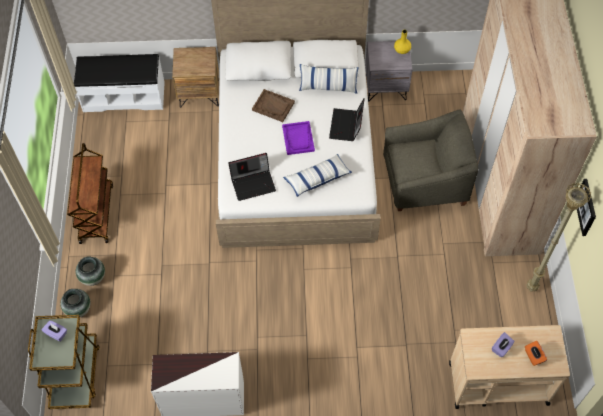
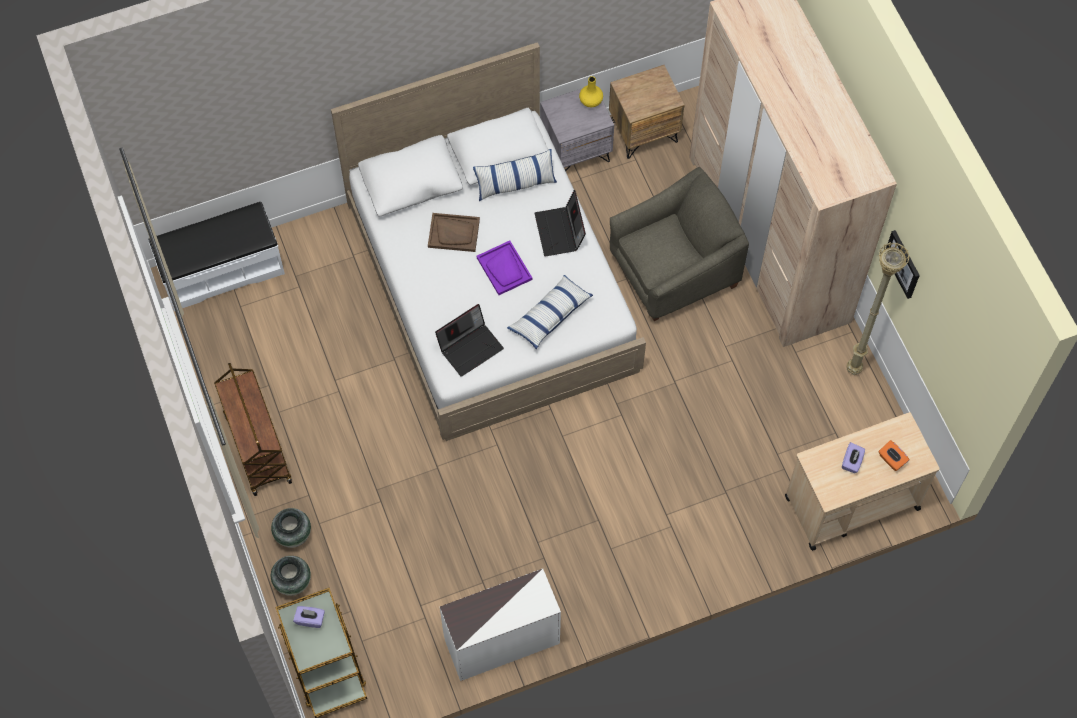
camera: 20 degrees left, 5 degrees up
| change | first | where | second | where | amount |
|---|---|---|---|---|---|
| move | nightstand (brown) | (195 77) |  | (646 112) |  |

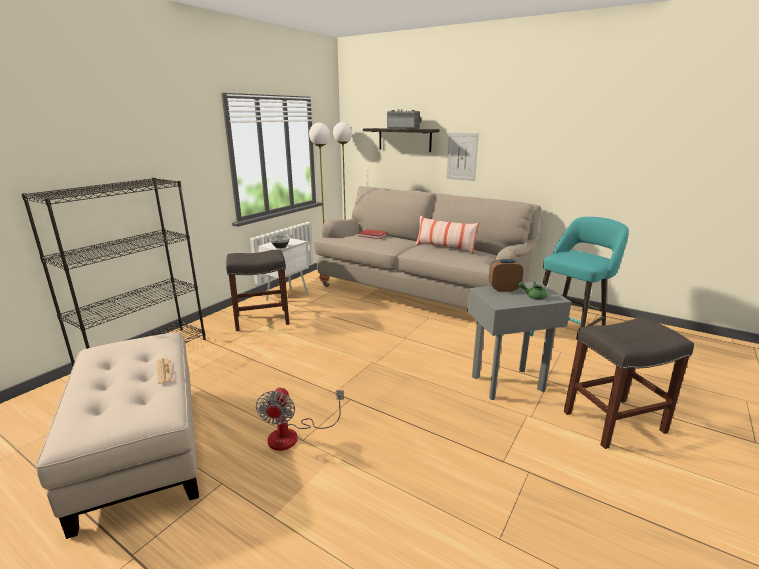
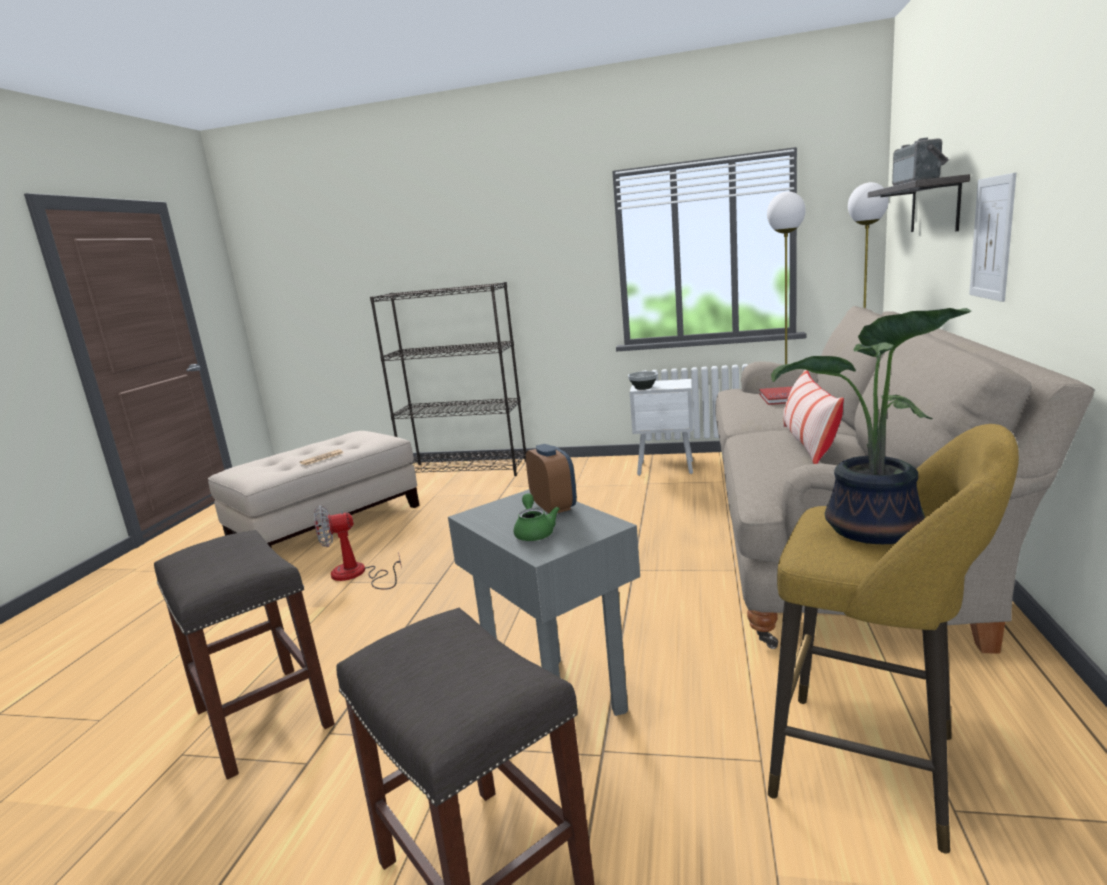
camera: 70 degrees right, 5 degrees down
| change | first | where | second | where | amount |
|---|---|---|---|---|---|
| recolor | stool (turquoise) | (579 276) | stool (yellow) | (893 639) |  |
| move | stool (grey) | (257 290) |  | (244 655) |  |
| insert |  |  | potted plant | (871 426) |  |

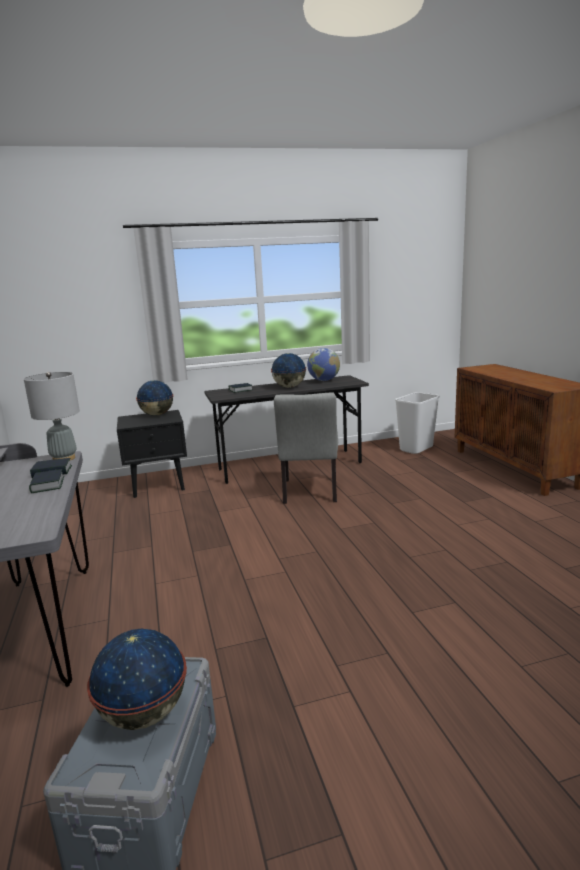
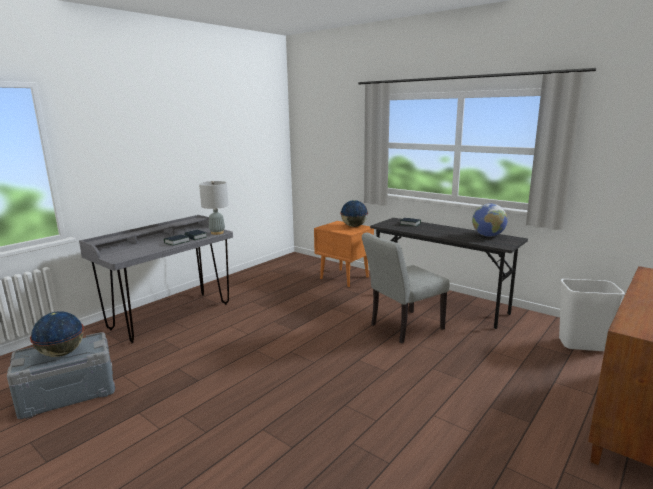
camera: 55 degrees right, 0 degrees up
| change | first | where | second | where | amount |
|---|---|---|---|---|---|
| delete | globe | (288 370) |  |  |  |
| recolor | nightstand (black) | (152 454) | nightstand (orange) | (344 254) |  |

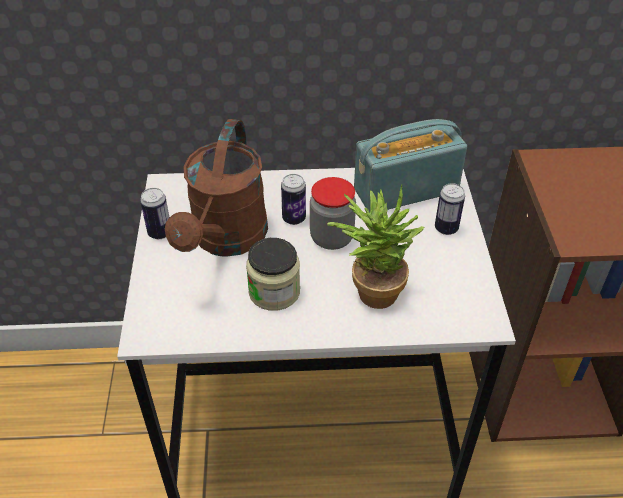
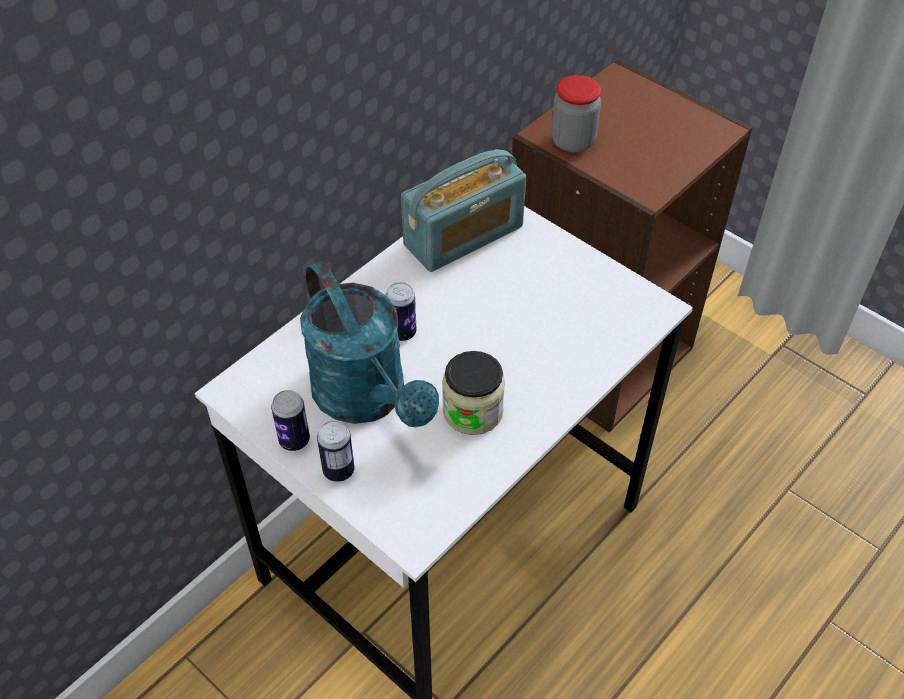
camera: 45 degrees left, 5 degrees up
| change | first | where | second | where | amount |
|---|---|---|---|---|---|
| recolor | watering can (brown) | (216 188) | watering can (turquoise) | (369 344) |  |
| rotate | radio | (410 165) |  | (463 210) | 150 degrees counterclockwise |
| move | jar | (333 213) |  | (576 114) |  |
| move | can | (450 209) |  | (335 451) |  |
| delete | potted plant | (375 247) |  |  |  |

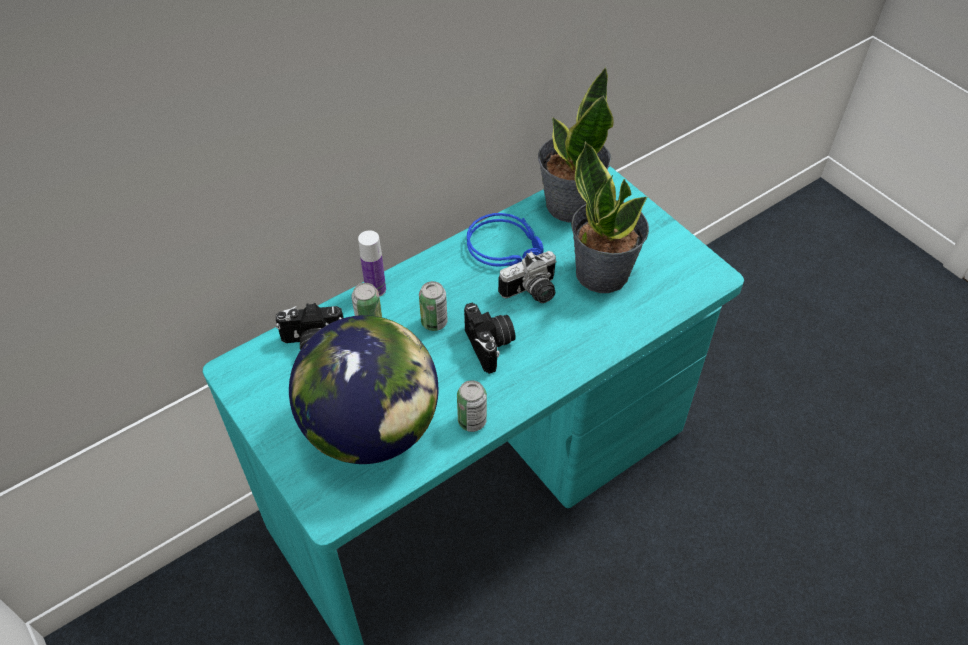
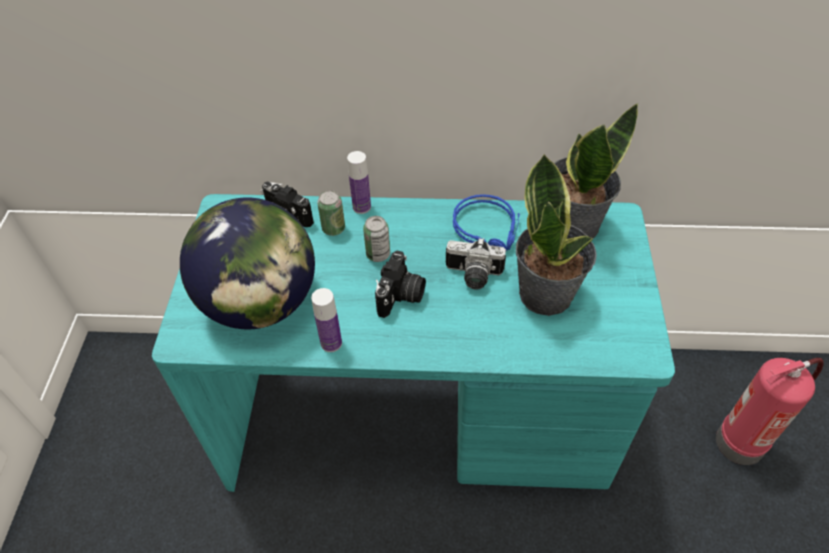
camera: 40 degrees right, 0 degrees up
| change | first | where | second | where | amount |
|---|---|---|---|---|---|
| replace | can | (472 406) | bottle | (326 320) |  |
| insert |  |  | fire extinguisher | (770 411) |  |

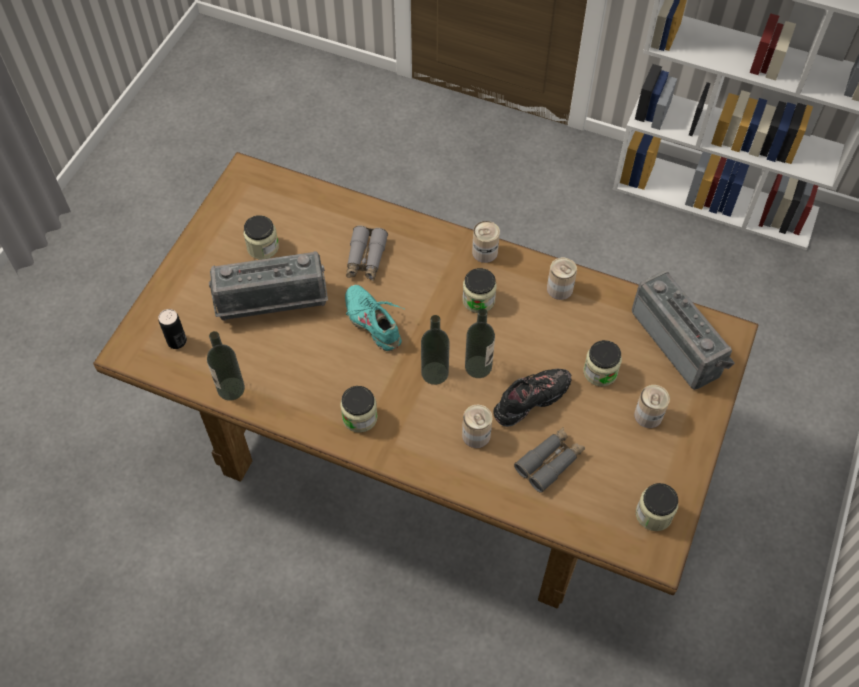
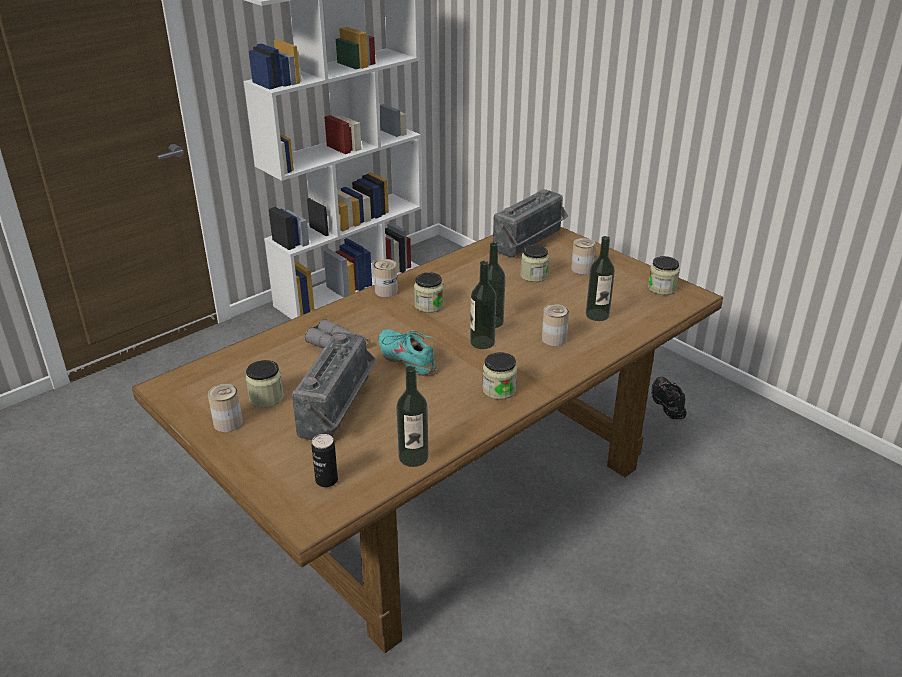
camera: 65 degrees left, 25 degrees down
| change | first | where | second | where | amount |
|---|---|---|---|---|---|
| move | can | (562 279) |  | (225 408) |  |
| rotate | radio | (683 330) |  | (530 223) | 135 degrees clockwise |
| rotate | shoe (turquoise) | (374 317) |  | (407 352) | 60 degrees clockwise |
| move | shoe (black) | (532 398) |  | (669 398) |  |
| replace | binoculars (grey) | (549 460) | bottle | (600 278) |  |

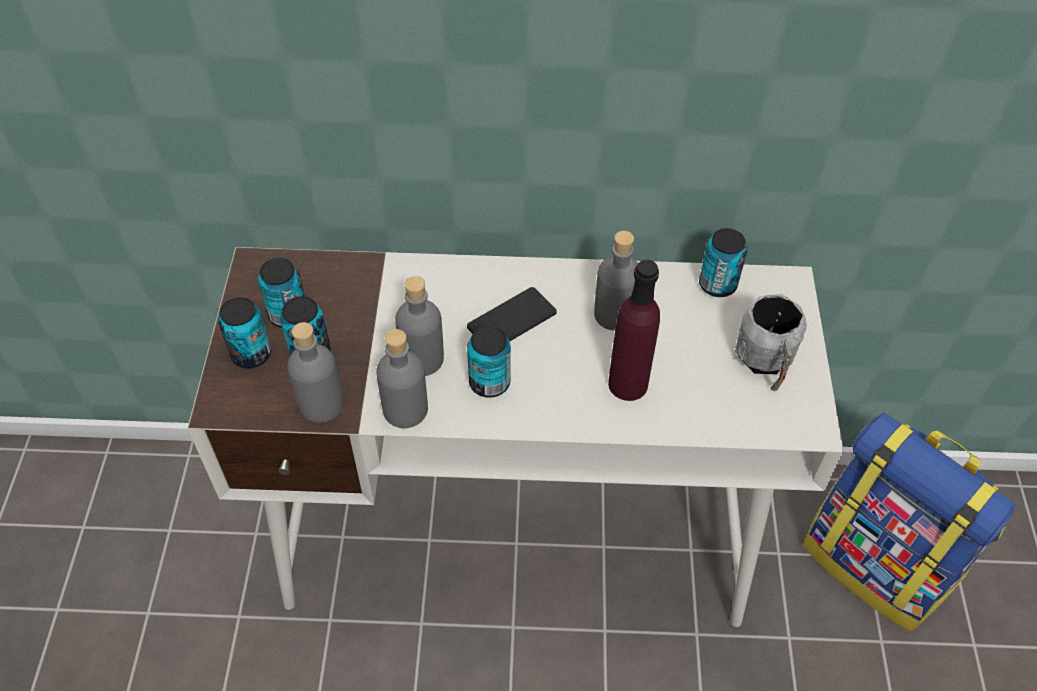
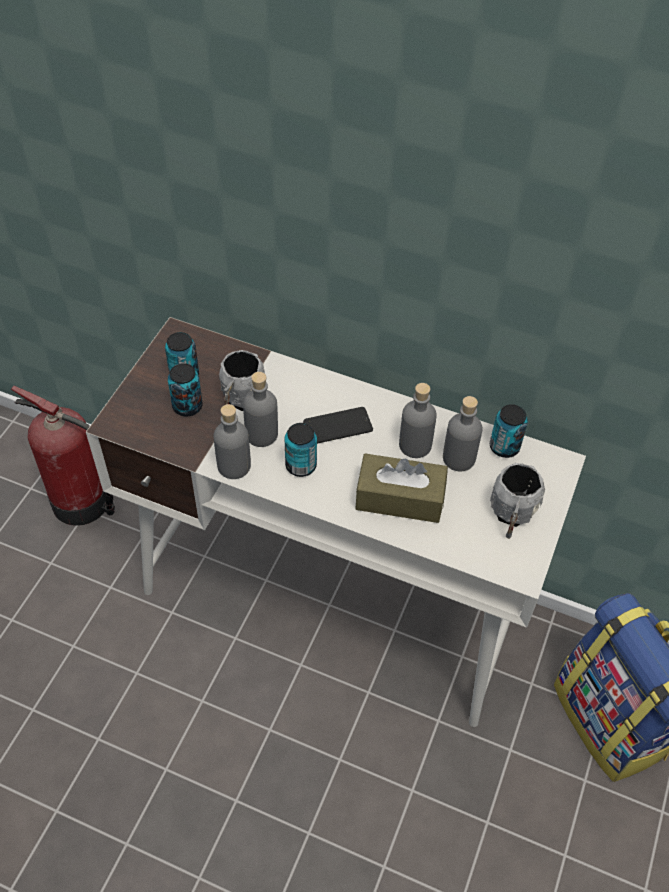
camera: 20 degrees right, 0 degrees up
| change | first | where | second | where | amount |
|---|---|---|---|---|---|
| replace | bottle (purple) | (634 330) | tissue box (brown) | (401 488) |  |
| delete | can | (245 332) |  |  |  |
| move | bottle (grey) | (315 372) |  | (462 433) |  |
| insert |  |  | mug (grey) | (242 380) |  |
| insert |  |  | fire extinguisher | (63 456) |  |

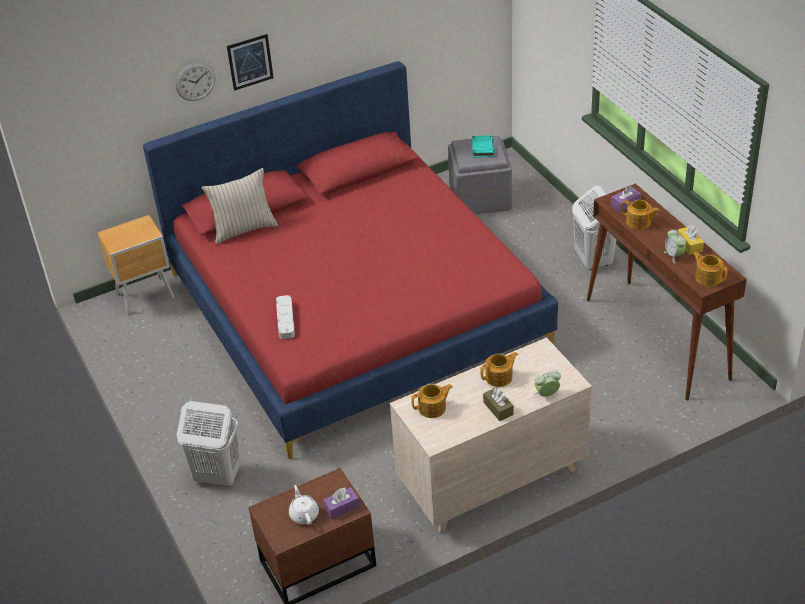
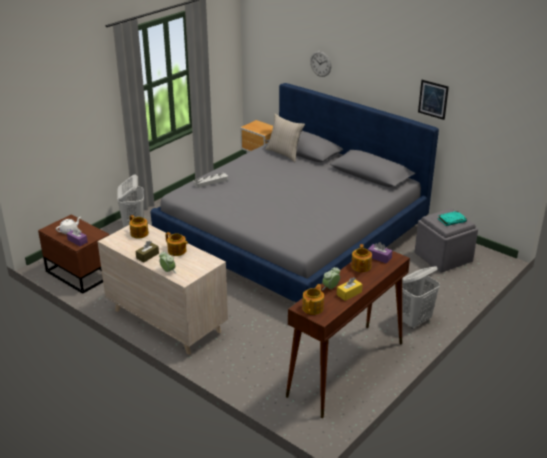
camera: 65 degrees right, 10 degrees down
| change | first | where | second | where | amount |
|---|---|---|---|---|---|
| move | picture | (250 62) |  | (433 100) |  |
| recolor | bed (red) | (350 260) | bed (grey) | (294 193) |  |

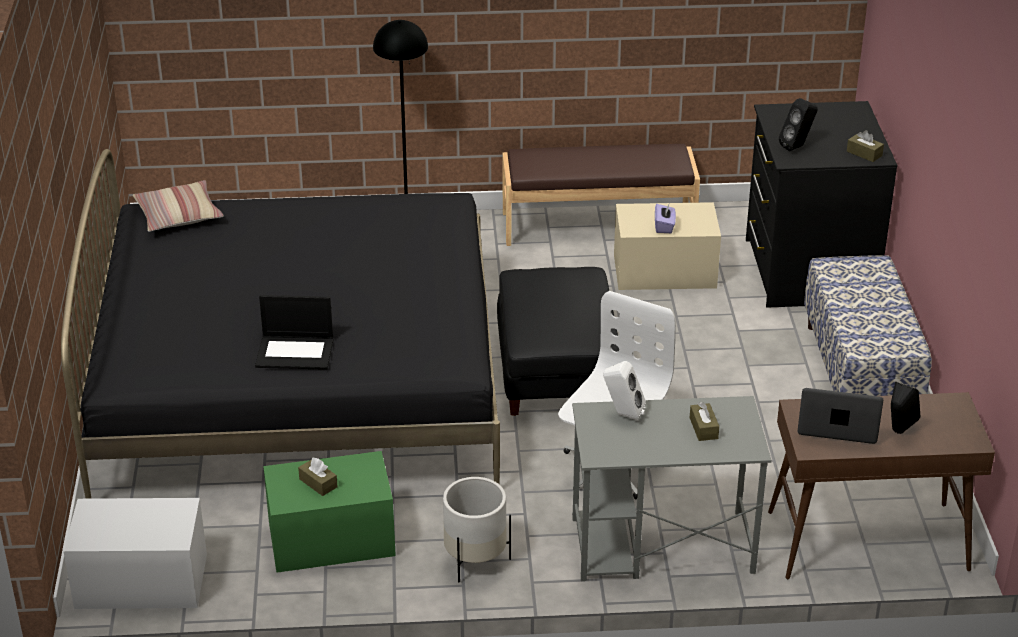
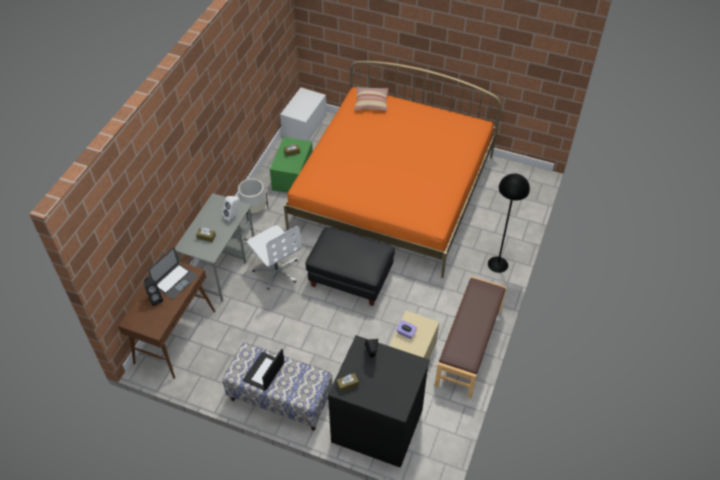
camera: 115 degrees right, 15 degrees up
| change | first | where | second | where | amount |
|---|---|---|---|---|---|
| recolor | bed (black) | (280 324) | bed (orange) | (392 169) |  |
| move | pillow | (178 206) |  | (371 99) |  |
| move | laptop | (294 332) |  | (264 370) |  |

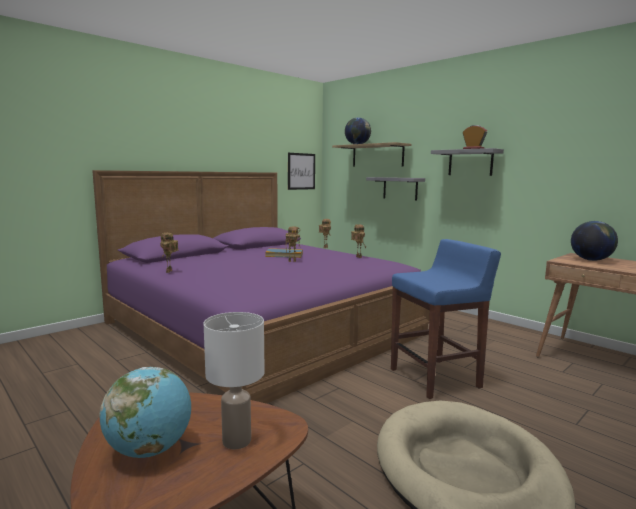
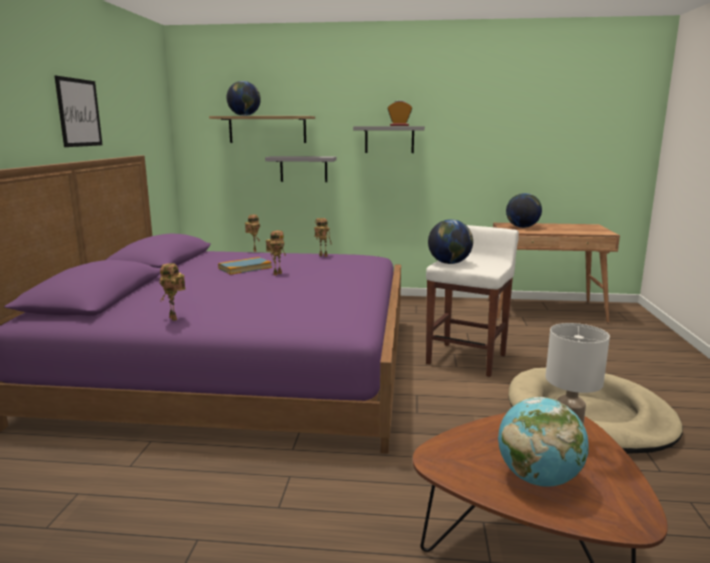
camera: 40 degrees left, 5 degrees up
| change | first | where | second | where | amount |
|---|---|---|---|---|---|
| move | picture | (301 171) |  | (78 111) |  |
| recolor | stool (blue) | (446 319) | stool (white) | (472 301) |  |
| insert |  |  | globe | (450 241) |  |

